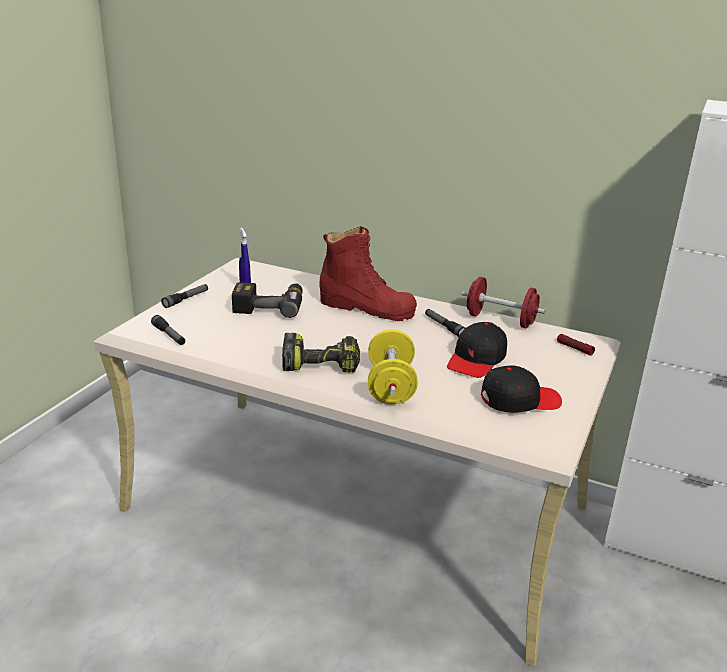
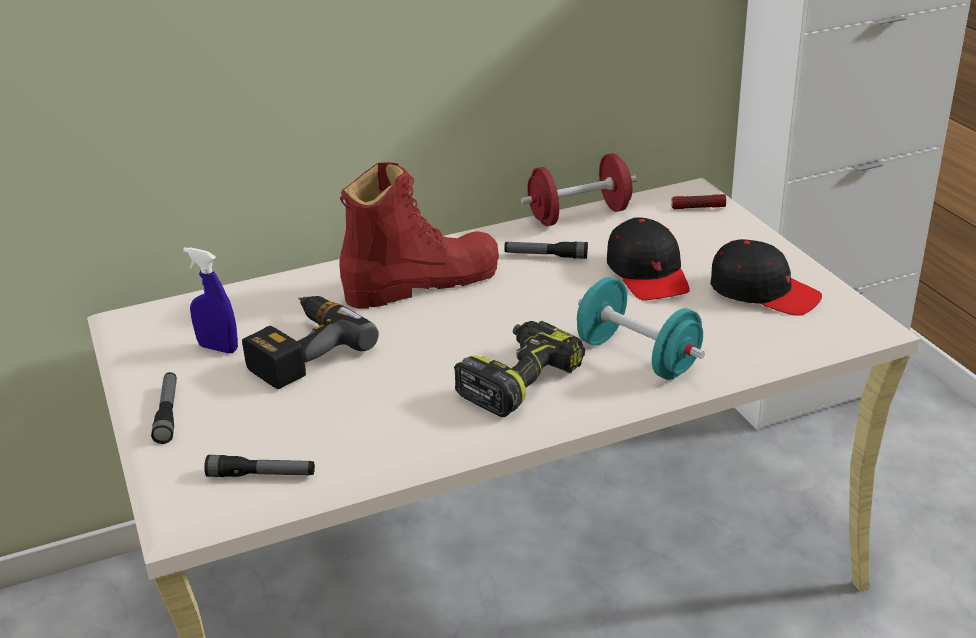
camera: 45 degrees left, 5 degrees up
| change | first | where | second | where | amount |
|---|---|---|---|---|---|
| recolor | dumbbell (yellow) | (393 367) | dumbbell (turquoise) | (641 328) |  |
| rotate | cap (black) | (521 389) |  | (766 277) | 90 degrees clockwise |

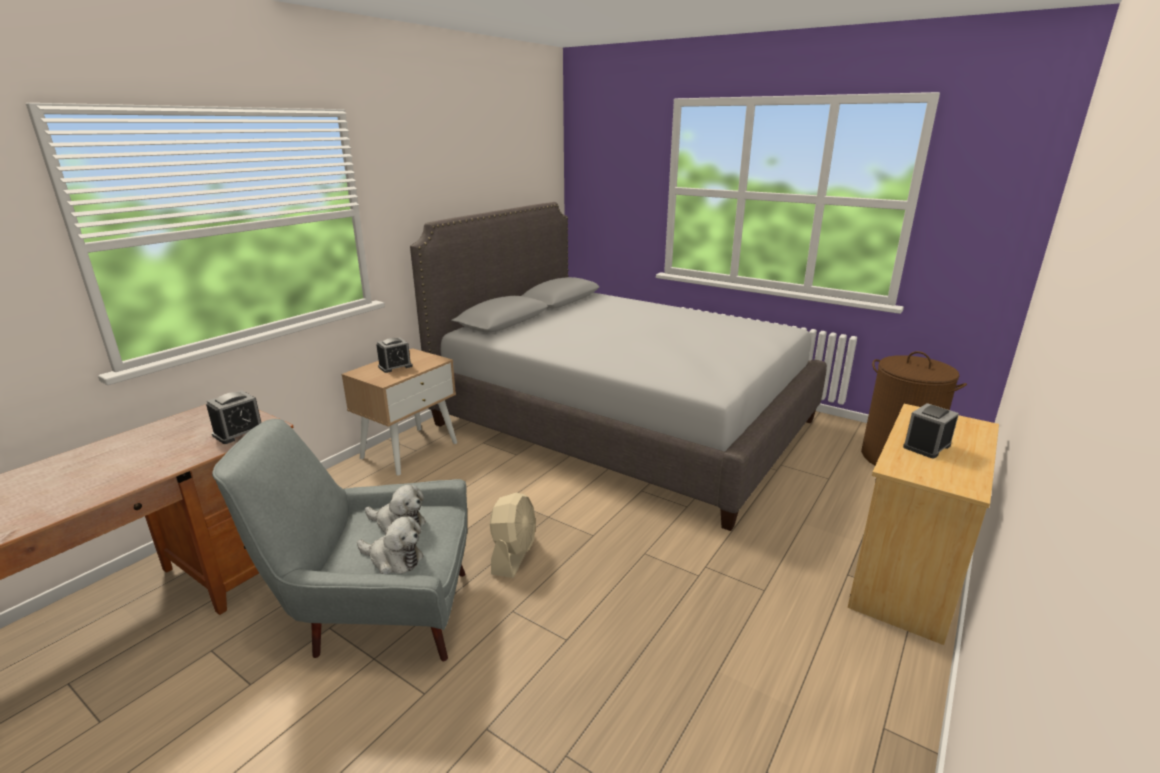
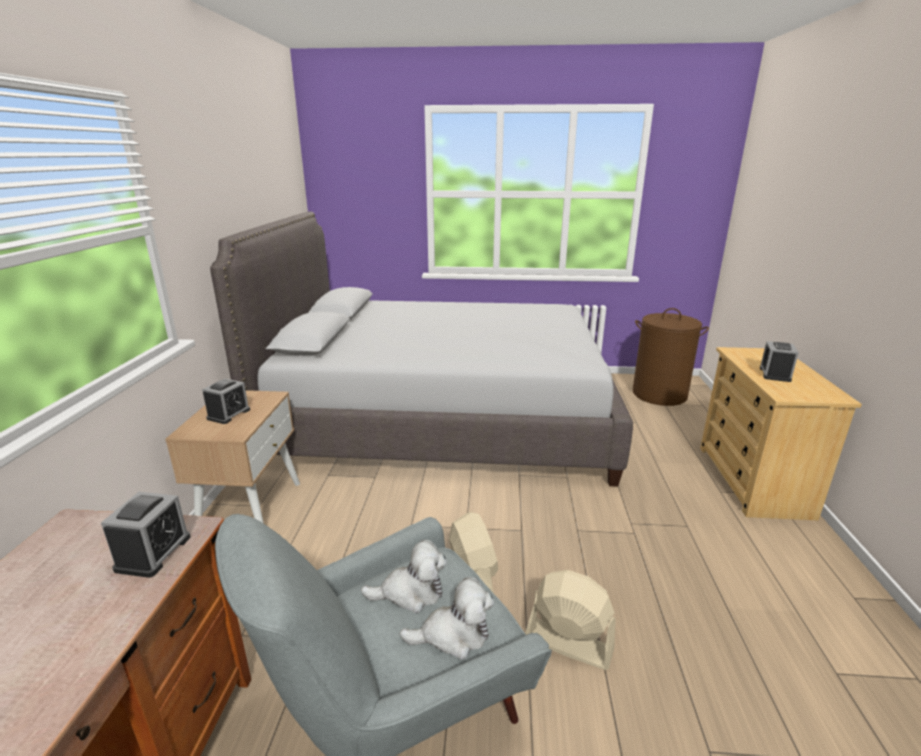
camera: 30 degrees left, 0 degrees up
| change | first | where | second | where | amount |
|---|---|---|---|---|---|
| insert |  |  | fan (beige) | (570 620) |  |

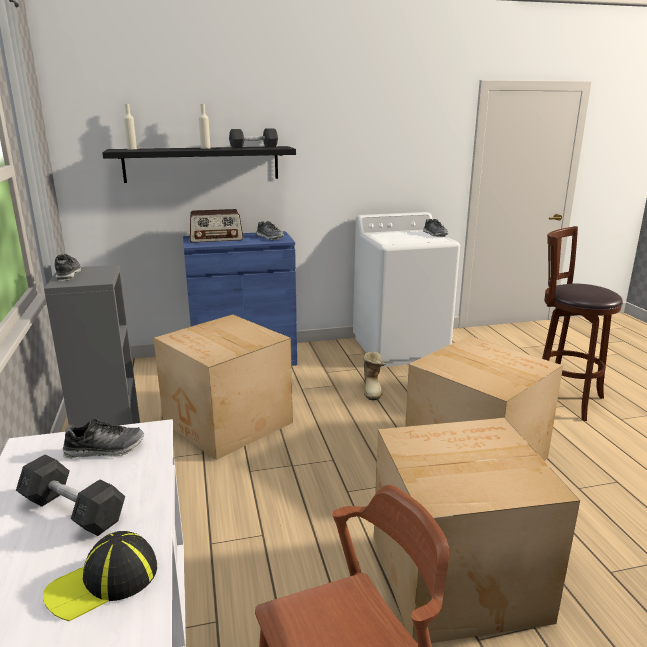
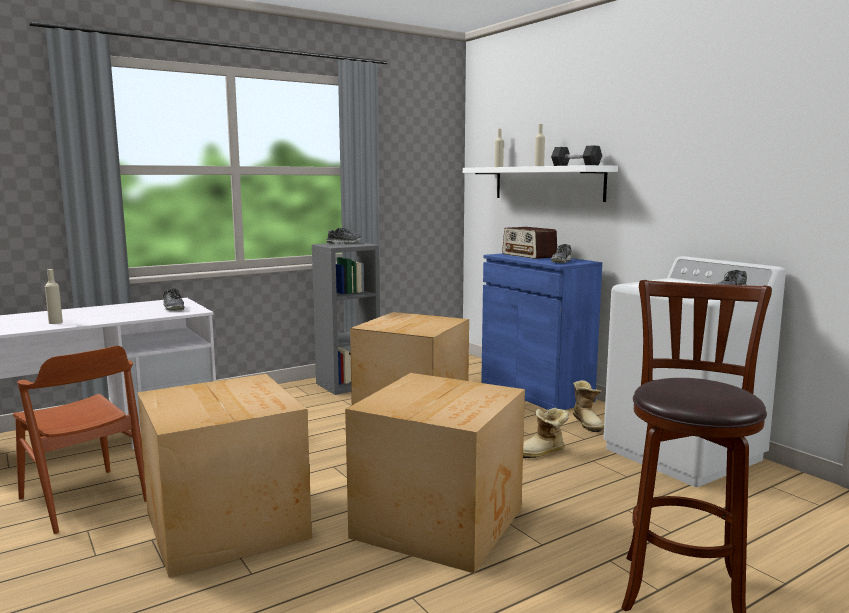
camera: 70 degrees right, 10 degrees down
| change | first | where | second | where | amount |
|---|---|---|---|---|---|
| recolor | shelf (black) | (199 164) | shelf (white) | (540 183) |  |
| delete | dumbbell (grey) | (70 495) |  |  |  |
| replace | cap | (100 576) | bottle (beige) | (54 296) |  |
| insert |  |  | boot | (588 406) |  |

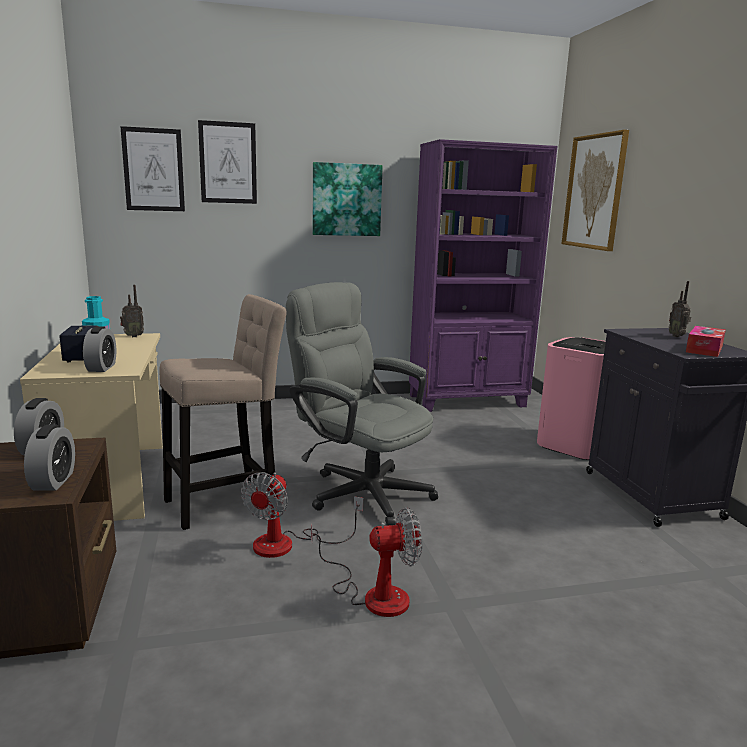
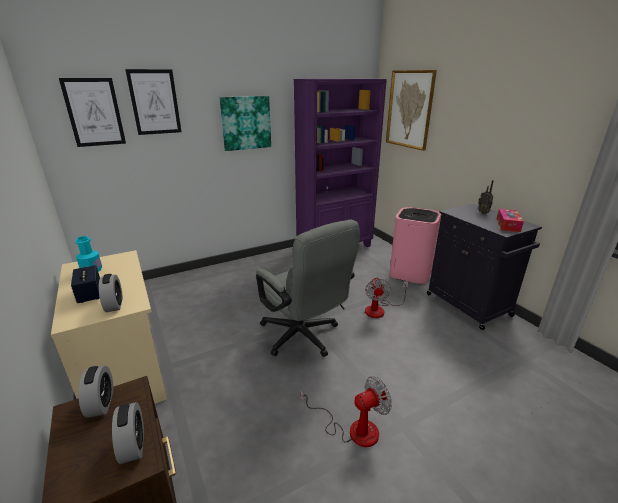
camera: 15 degrees left, 10 degrees up
| change | first | where | second | where | amount |
|---|---|---|---|---|---|
| rotate | office chair (grey) | (362 404) |  | (308 288) | 150 degrees counterclockwise |
| delete | radio | (132 311) |  |  |  |
| delete | stool (beige) | (223 412) |  |  |  |
| move | fan | (302 515) |  | (386 297) |  |

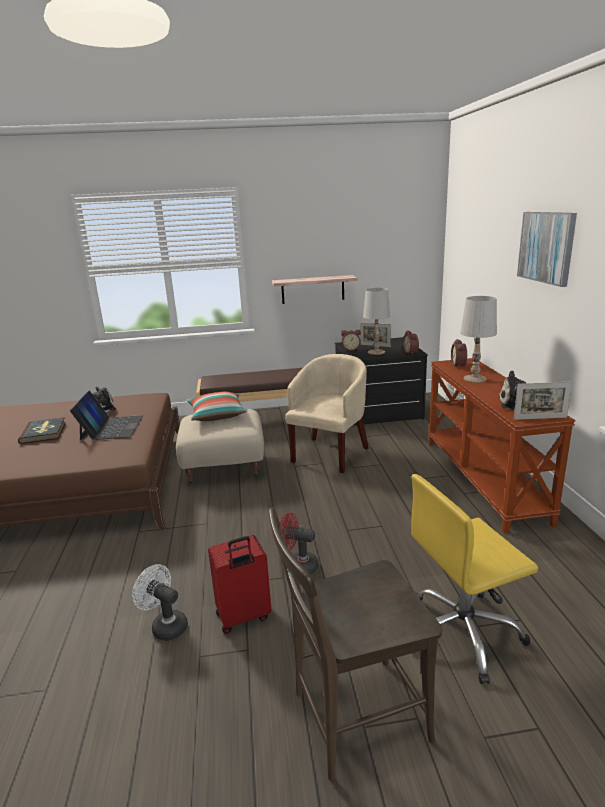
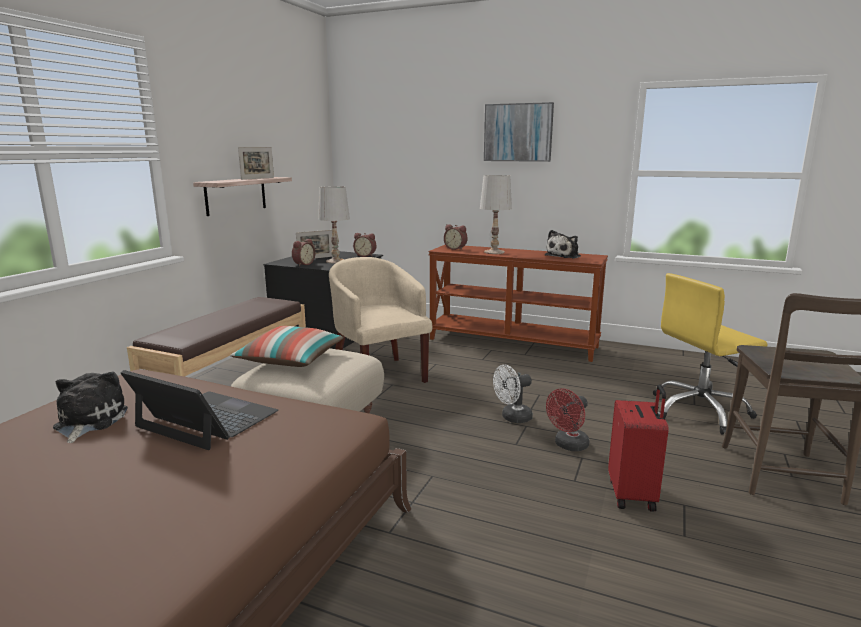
camera: 60 degrees left, 5 degrees down
| change | first | where | second | where | amount |
|---|---|---|---|---|---|
| move | picture frame | (543 400) |  | (256 163) |  |
| delete | book | (42 430) |  |  |  |
| rotate | office chair (yellow) | (474 579) |  | (710 353) | 60 degrees clockwise |
| move | fan (white) | (160 602) |  | (513 394) |  |

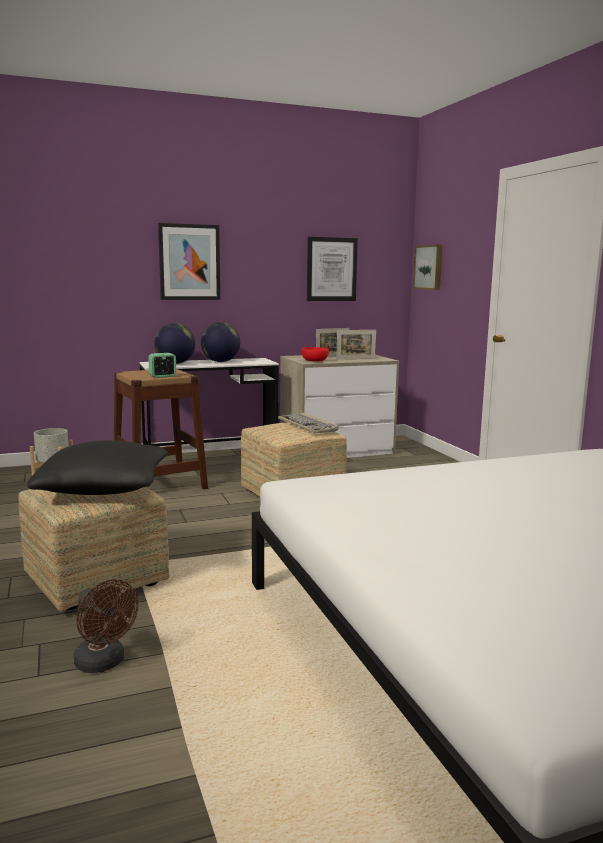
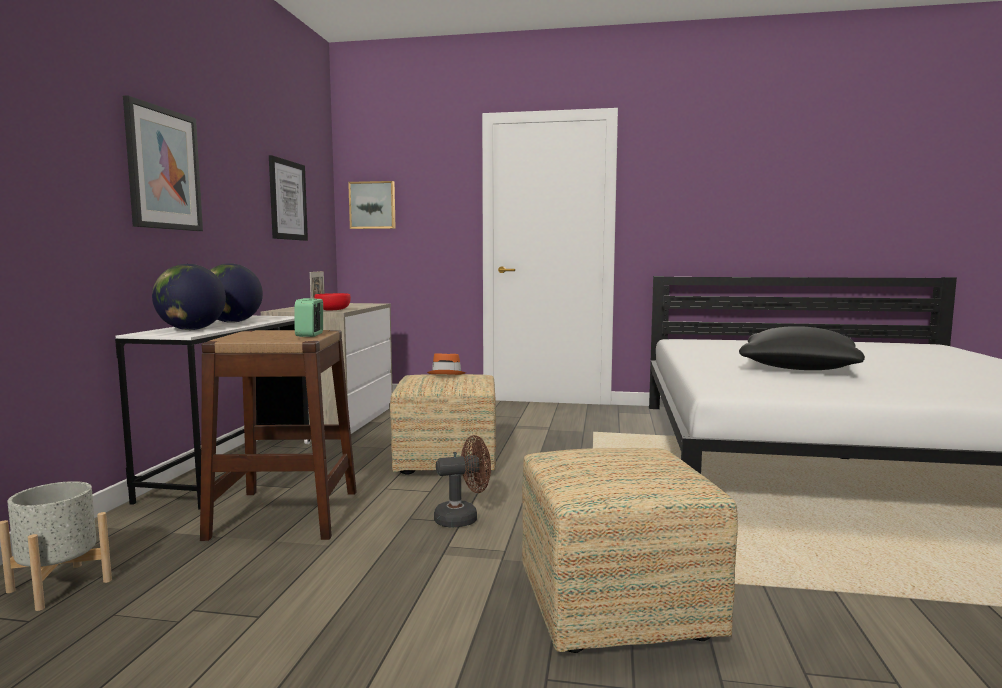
camera: 60 degrees left, 5 degrees down
| change | first | where | second | where | amount |
|---|---|---|---|---|---|
| delete | picture frame | (356 344) |  |  |  |
| replace | keyboard | (308 422) | hat (orange) | (446 364) |  |
| move | pillow (black) | (97 467) |  | (802 348) |  |
| move | fan (brown) | (105 626) |  | (462 481) |  |

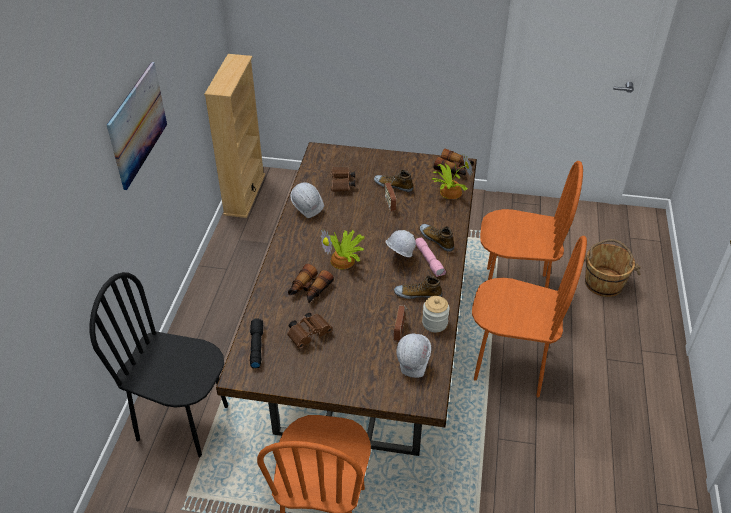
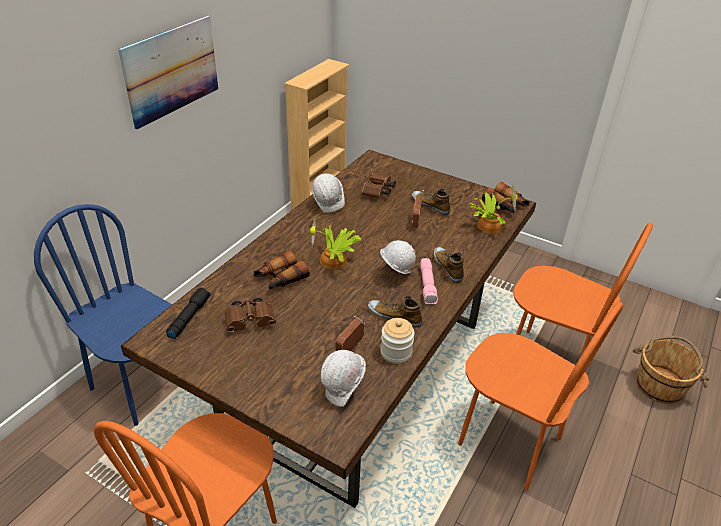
camera: 20 degrees right, 5 degrees down
| change | first | where | second | where | amount |
|---|---|---|---|---|---|
| recolor | chair (black) | (159 365) | chair (blue) | (103 315) |  |

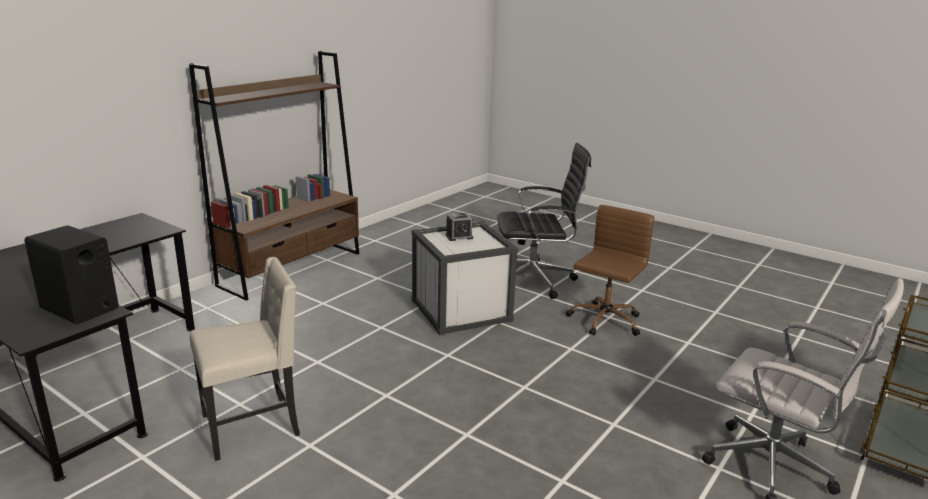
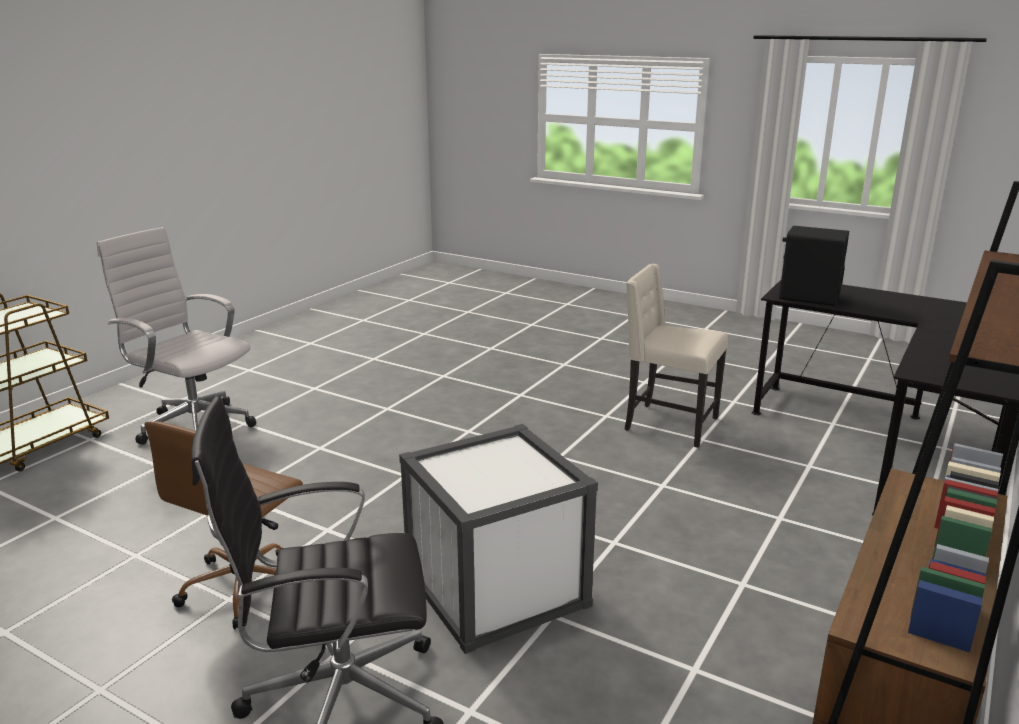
camera: 175 degrees right, 0 degrees up
| change | first | where | second | where | amount |
|---|---|---|---|---|---|
| delete | alarm clock | (459 227) |  |  |  |
| rotate | chair (beige) | (245 359) |  | (676 356) | 60 degrees clockwise |

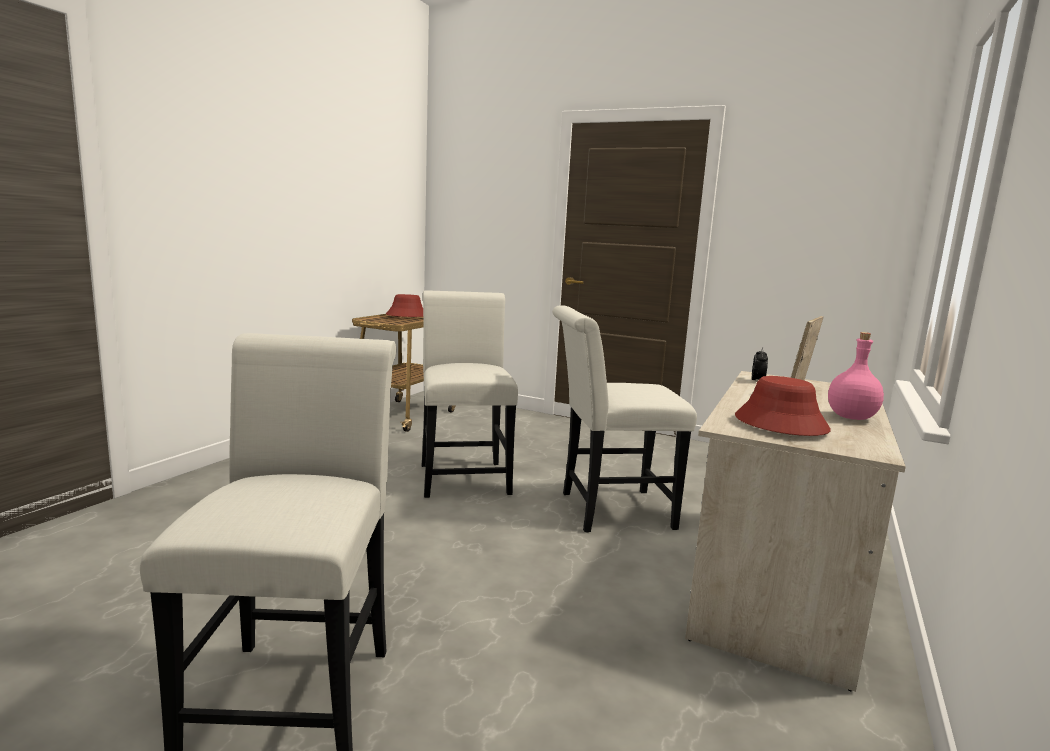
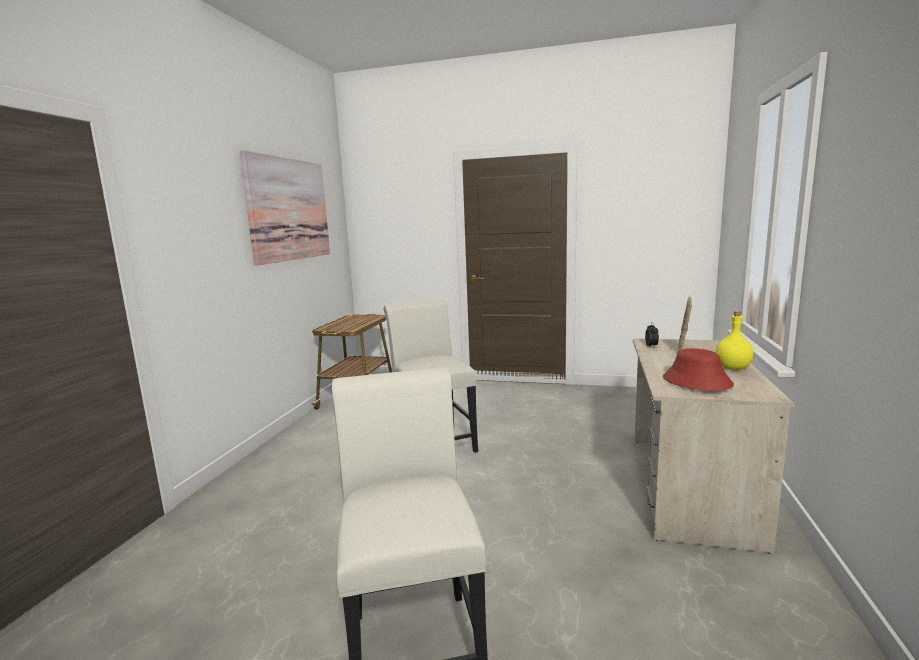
camera: 10 degrees left, 0 degrees up
| change | first | where | second | where | amount |
|---|---|---|---|---|---|
| delete | hat (red) | (404 305) |  |  |  |
| delete | chair (white) | (624 419) |  |  |  |
| recolor | bottle (pink) | (856 376) | bottle (yellow) | (734 340) |  |
| insert |  |  | picture | (284 207) |  |

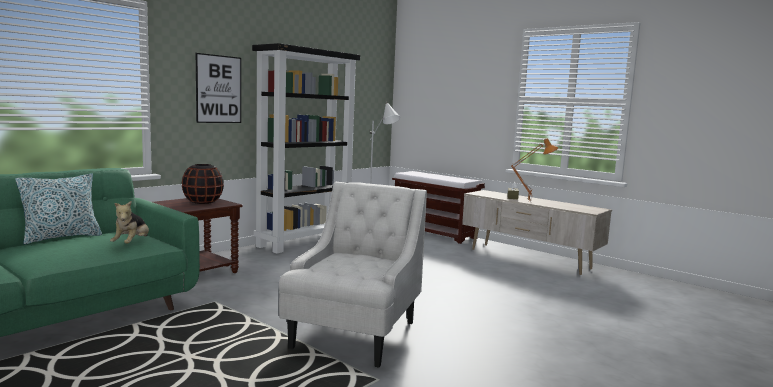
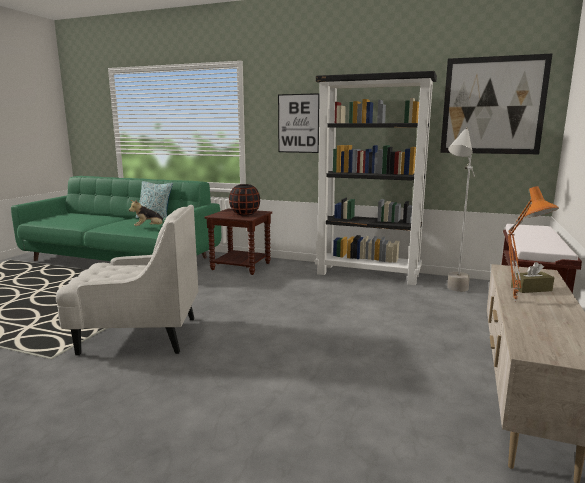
camera: 70 degrees right, 5 degrees up
| change | first | where | second | where | amount |
|---|---|---|---|---|---|
| insert |  |  | picture | (496 103) |  |

